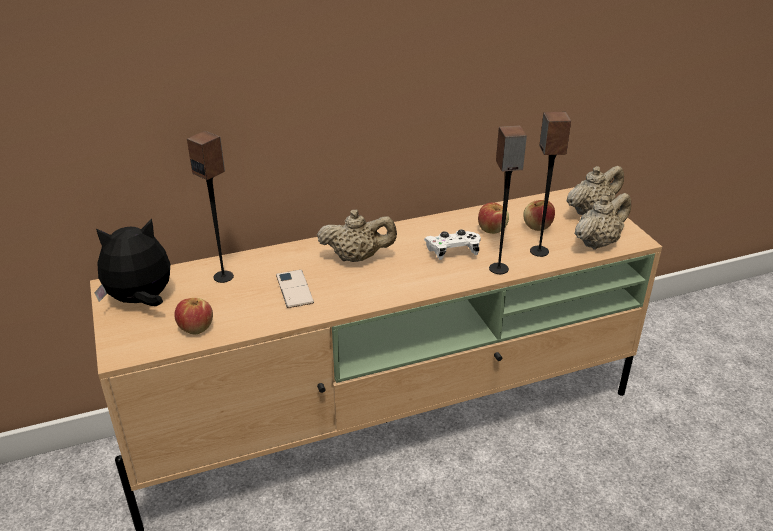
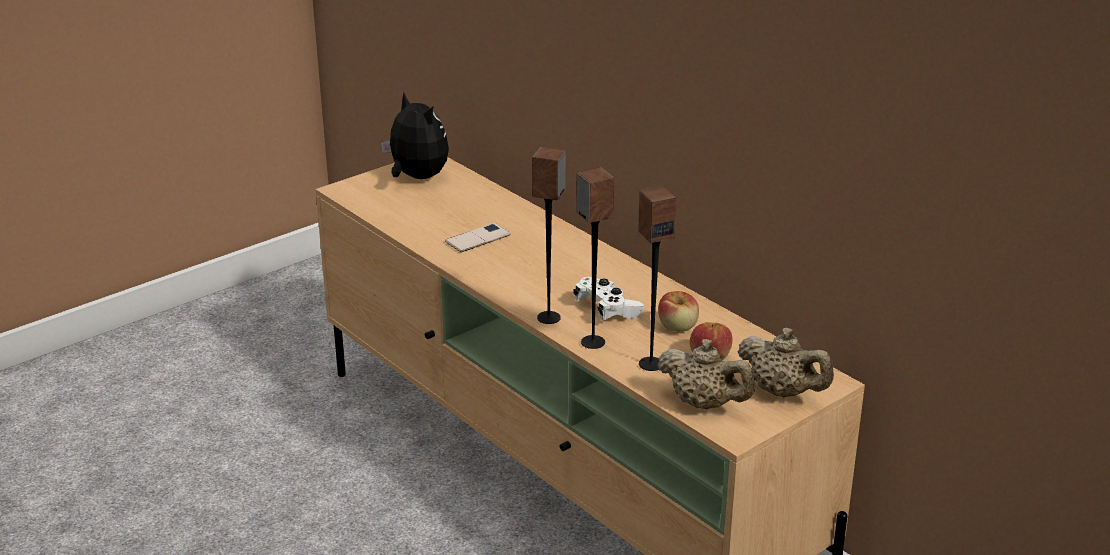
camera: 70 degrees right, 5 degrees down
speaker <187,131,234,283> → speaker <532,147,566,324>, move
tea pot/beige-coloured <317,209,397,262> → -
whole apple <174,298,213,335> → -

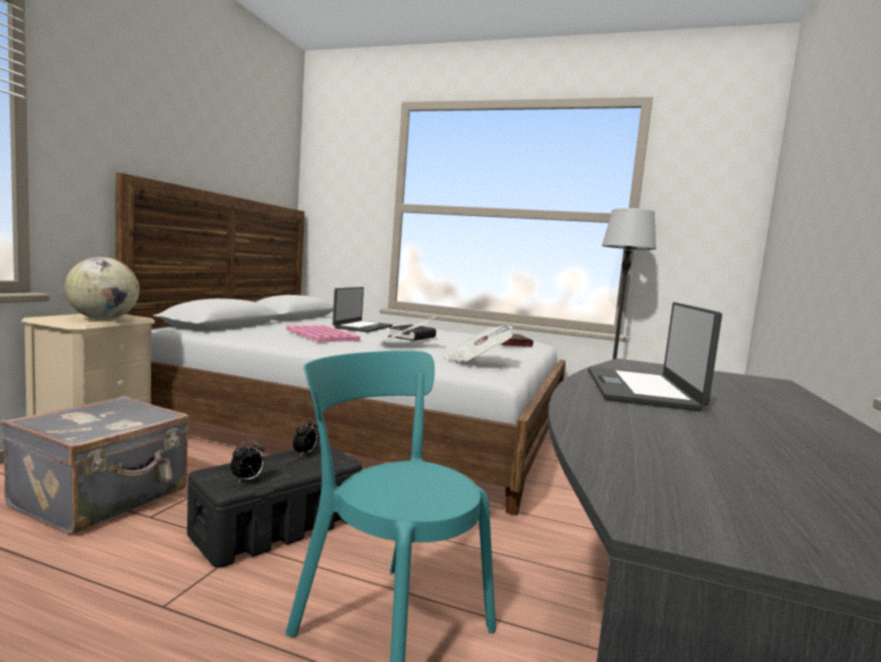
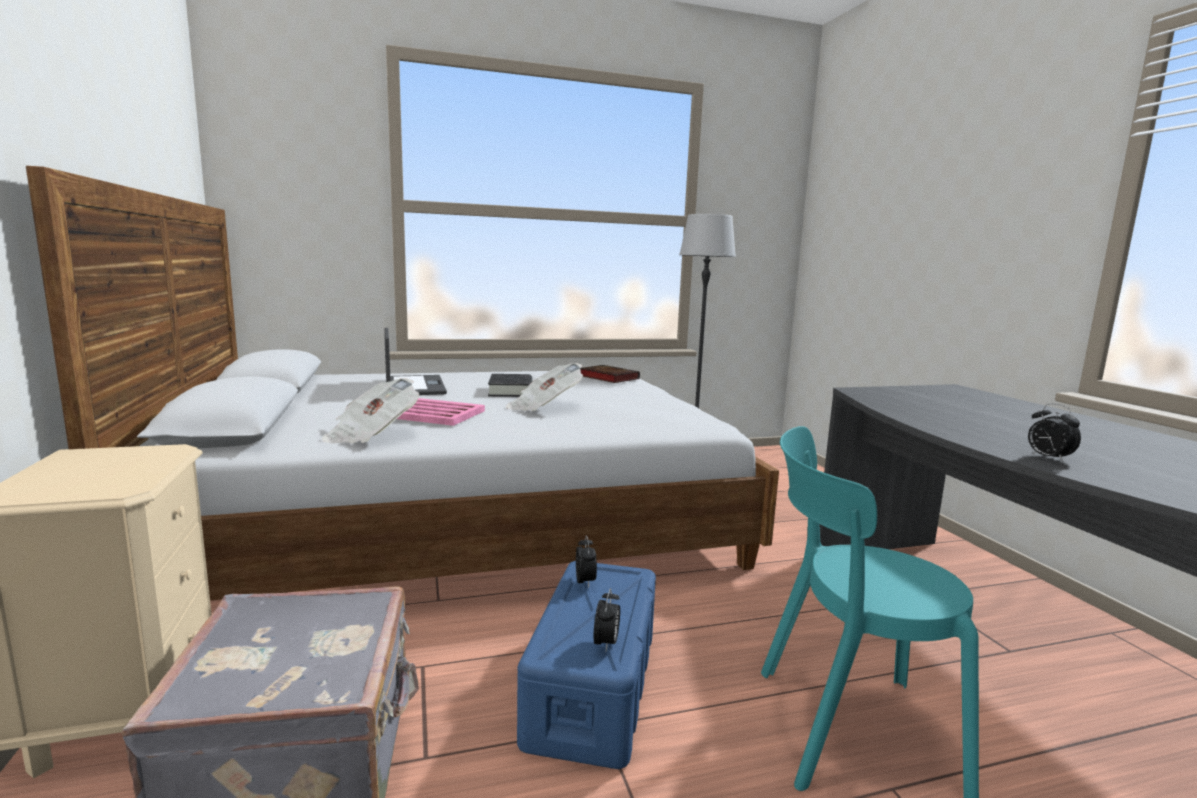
camera: 35 degrees left, 5 degrees up
desk globe <65,257,139,320> → -
notebook computer <588,302,722,411> → -
daily paper <445,325,513,361> → daily paper <322,378,419,443>, move
storage box/black <187,444,362,568> → storage box/bluish <517,561,656,769>
- → bedside clock <1028,403,1081,463>

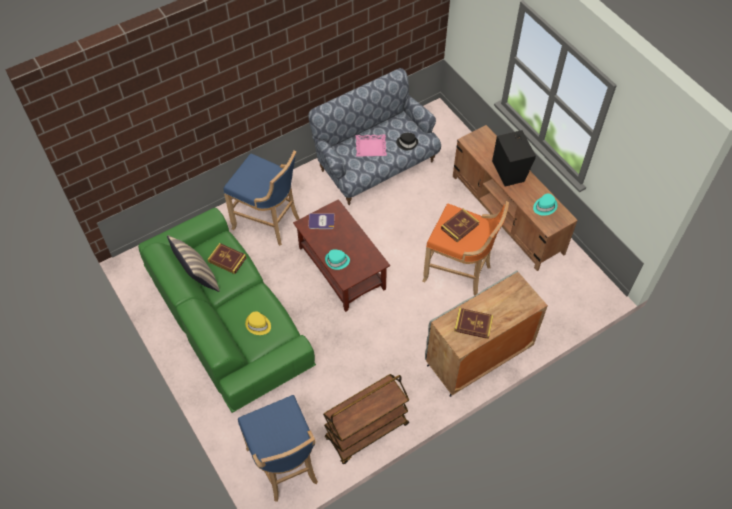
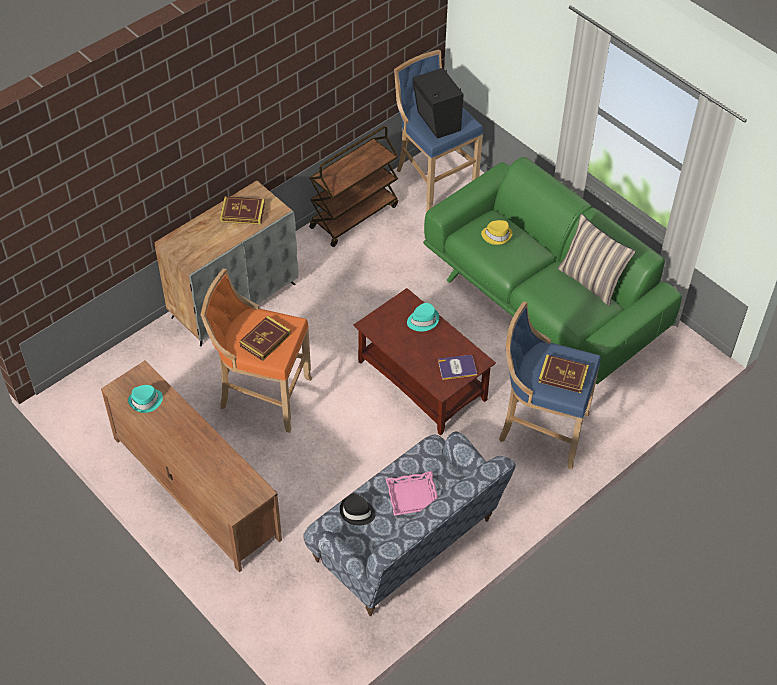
camera: 170 degrees right, 5 degrees down
speaker/black <492,130,536,187> → speaker/black <413,68,464,139>, move
volume <207,243,247,274> → volume <538,354,589,393>, move

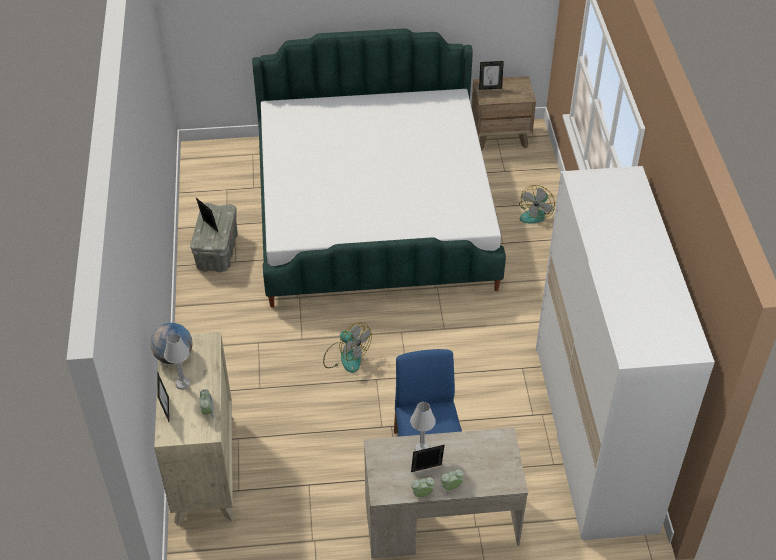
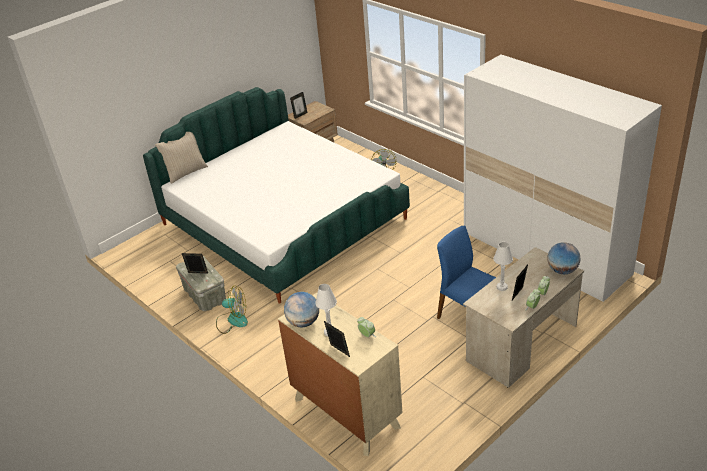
camera: 35 degrees left, 10 degrees down
fan <323,322,372,373> → fan <216,285,248,334>, move
- → pillow/beige-coloured <155,132,208,184>
- → desk globe <547,242,580,274>

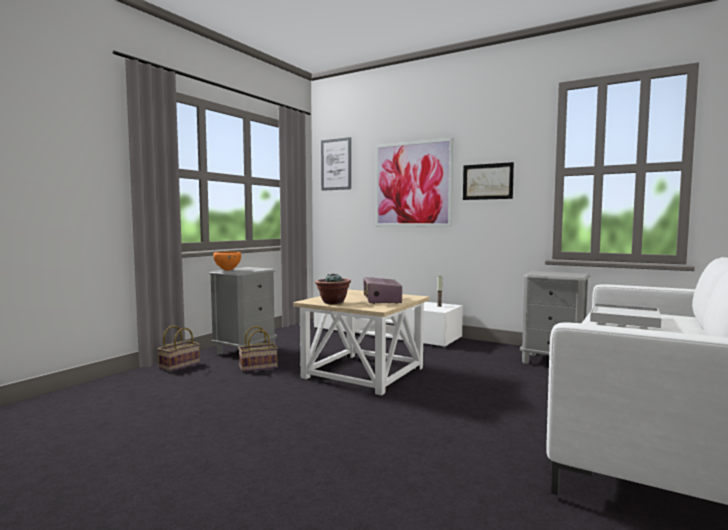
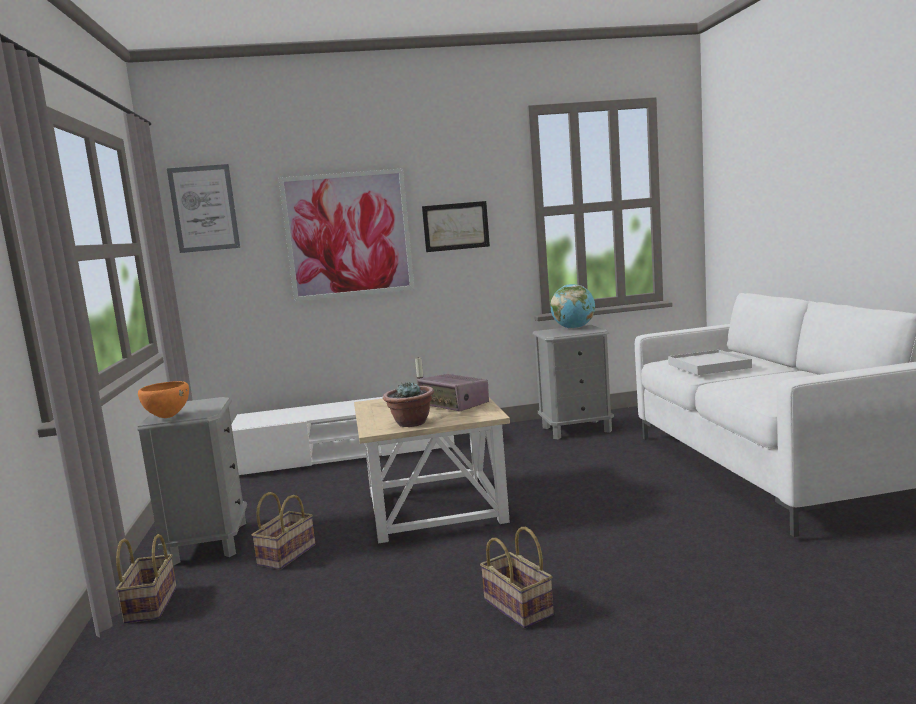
camera: 40 degrees left, 5 degrees up
- → desk globe <550,284,595,329>
- → basket <480,527,554,628>

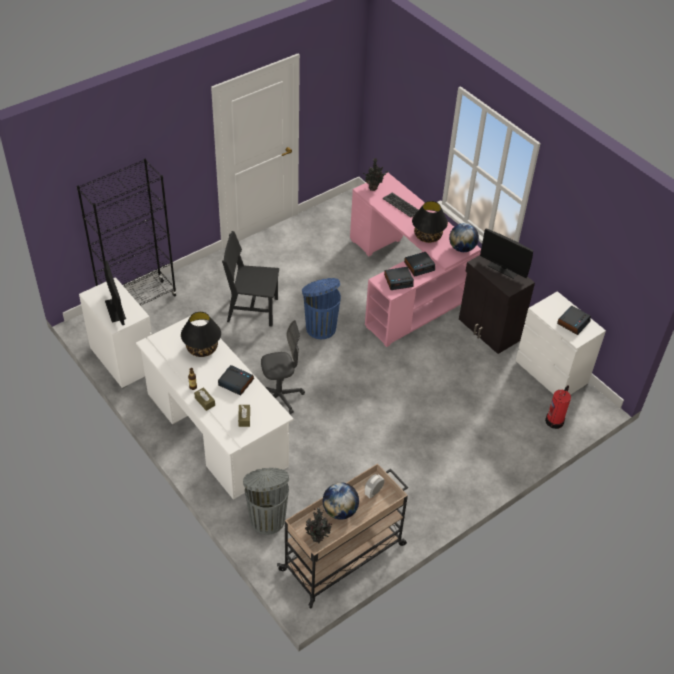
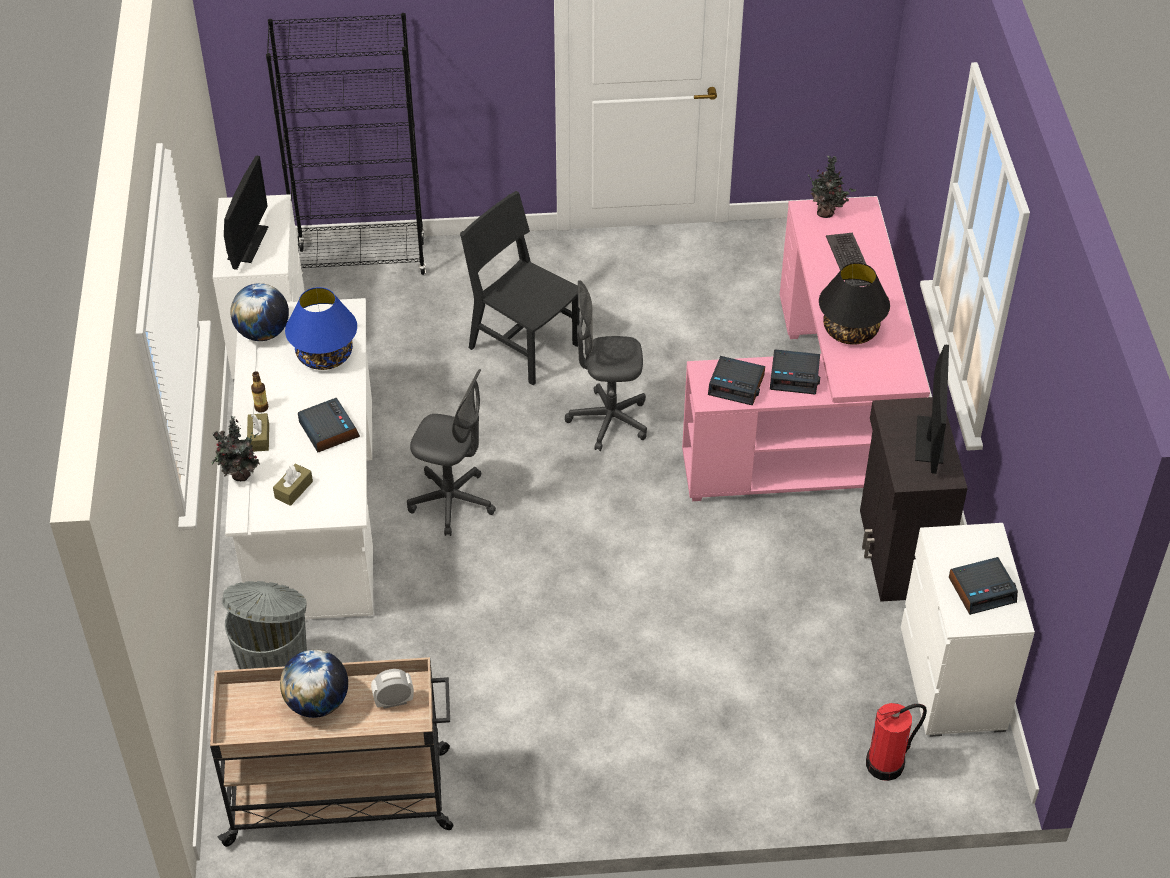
camera: 35 degrees right, 0 degrees up
desk globe <449,223,479,252> → desk globe <230,283,289,341>, move
computer display <480,228,533,279> → computer display <915,345,949,474>, 150 degrees counterclockwise
rubbish bin/bluish <302,278,341,339> → computer chair/greyish <565,280,647,451>
tabletop lamp/black <181,312,221,357> → tabletop lamp/bluish <285,287,357,370>
plant in a pot <305,507,332,543> → plant in a pot <211,416,260,481>, move

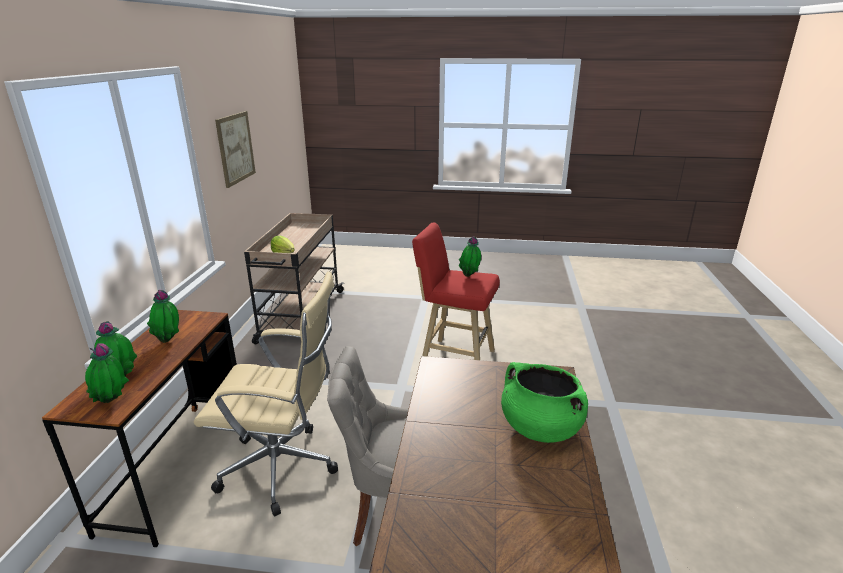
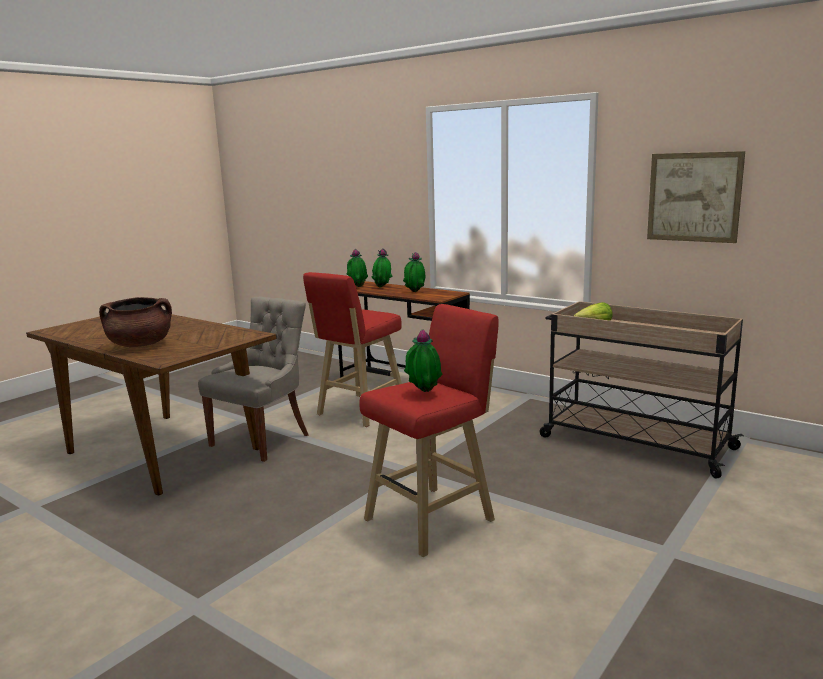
camera: 120 degrees right, 10 degrees down
computer chair/beige-coloured <194,271,338,516> → stool/red-coloured <303,272,402,427>
stockpot/greenish <501,362,588,443> → stockpot/brown <99,297,172,347>

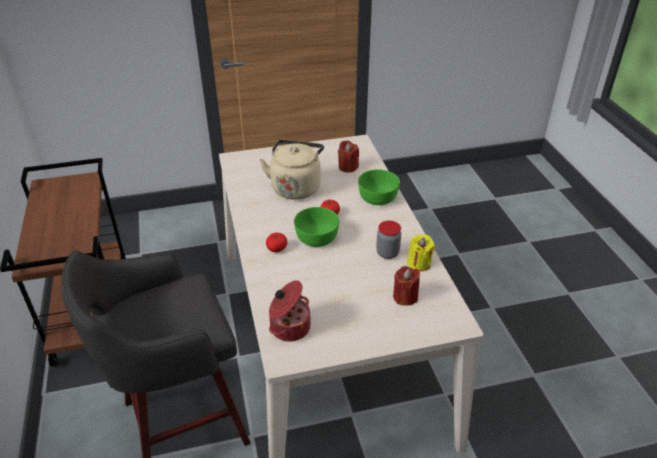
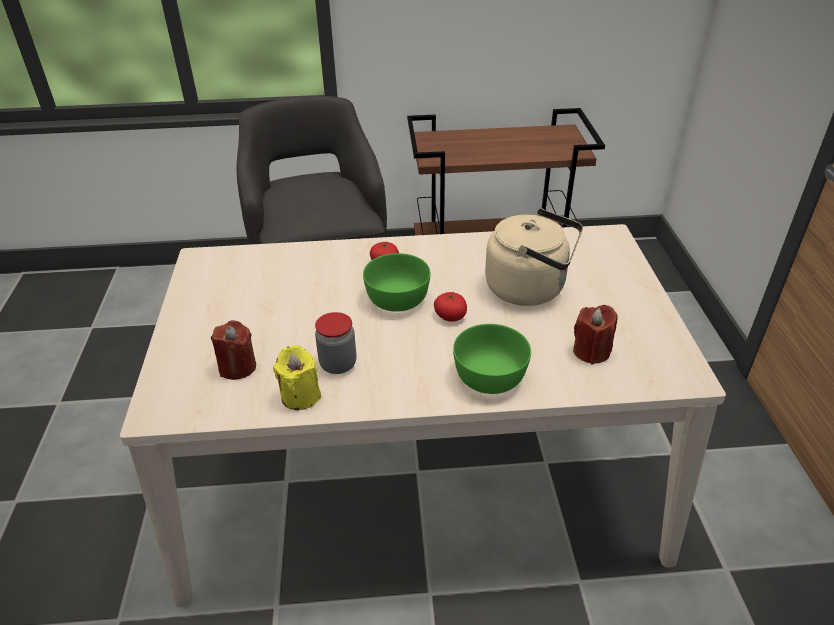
camera: 100 degrees right, 0 degrees up
stockpot <269,280,311,341> → -

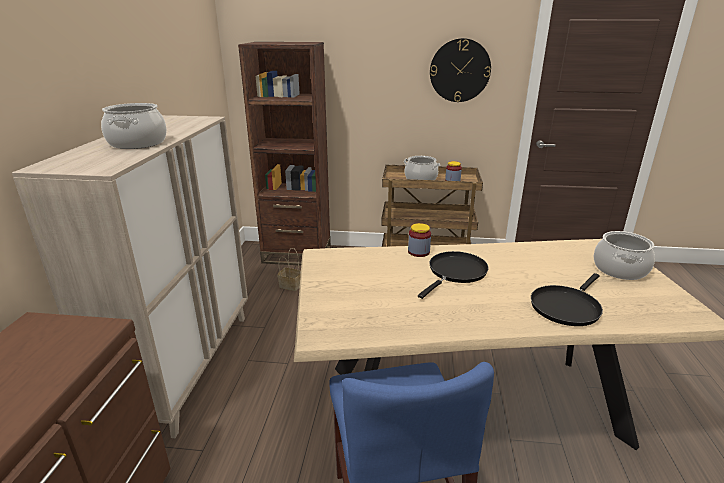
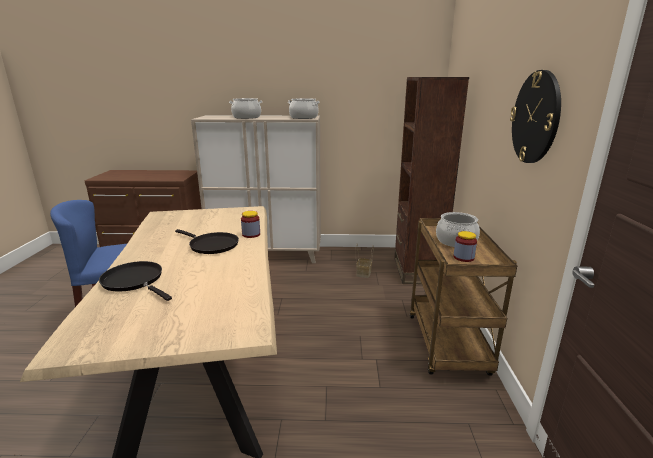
camera: 85 degrees right, 5 degrees down
stockpot <594,231,655,280> → stockpot <288,98,320,119>, move

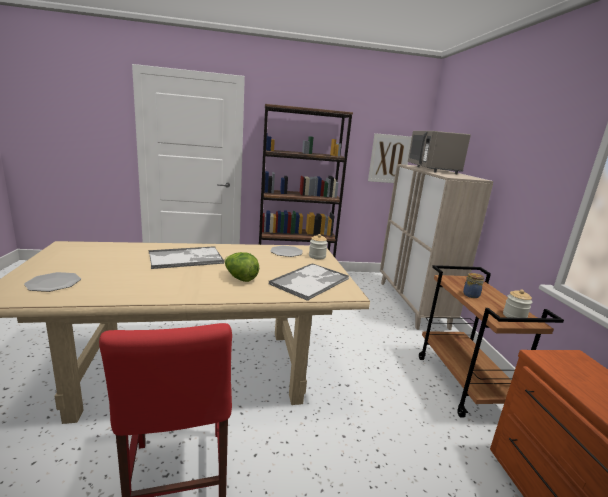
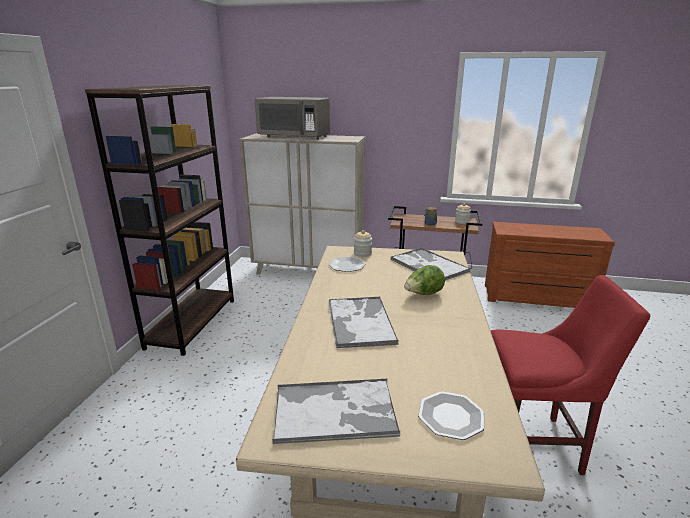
camera: 70 degrees left, 5 degrees up
wall art <368,133,412,183> → -
- → carrying tray <272,379,400,444>

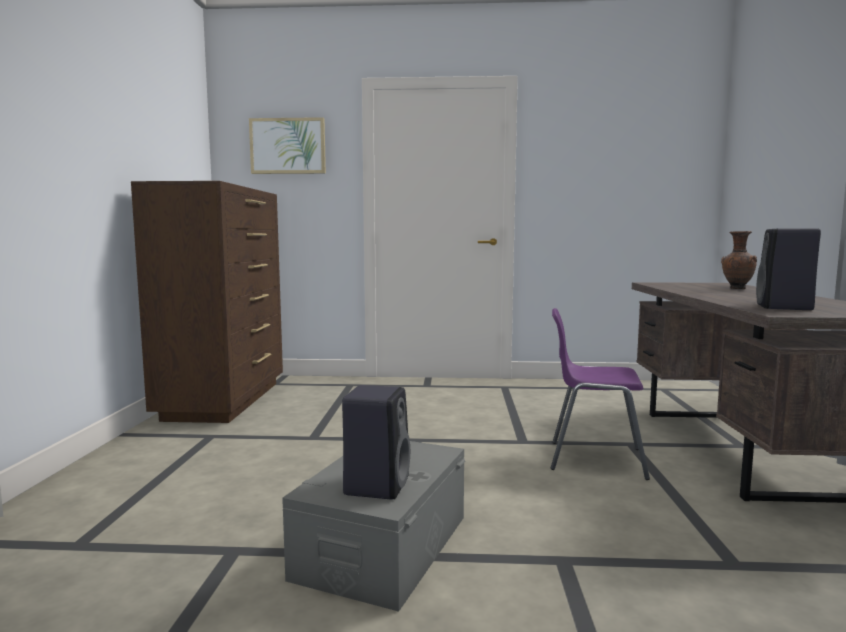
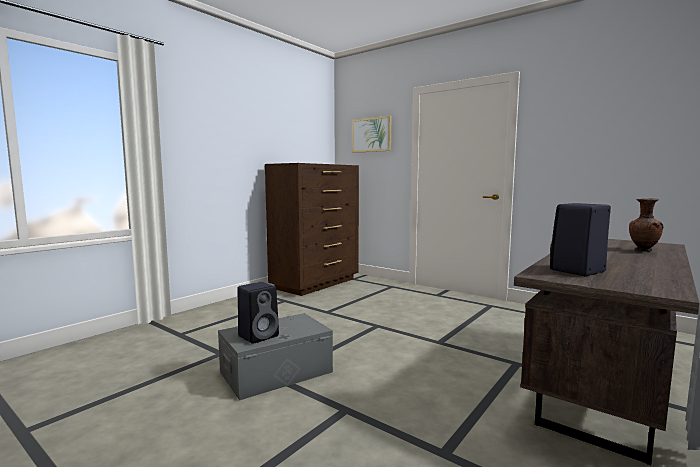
camera: 35 degrees right, 0 degrees up
upright chair/purplish <551,308,650,480> → -

